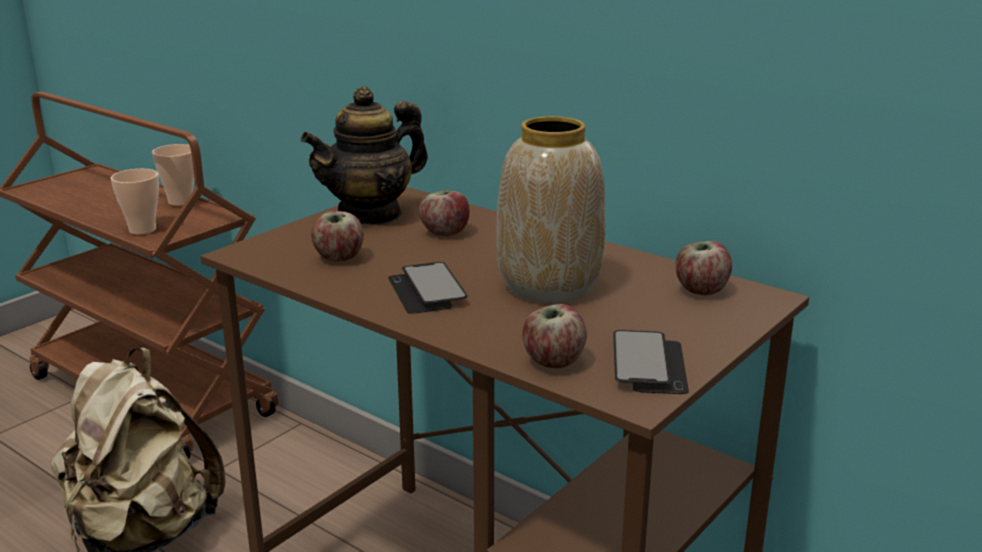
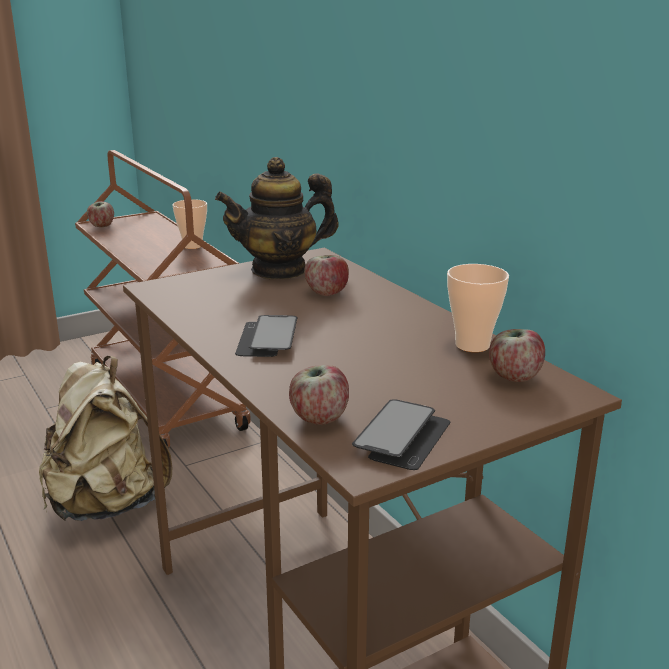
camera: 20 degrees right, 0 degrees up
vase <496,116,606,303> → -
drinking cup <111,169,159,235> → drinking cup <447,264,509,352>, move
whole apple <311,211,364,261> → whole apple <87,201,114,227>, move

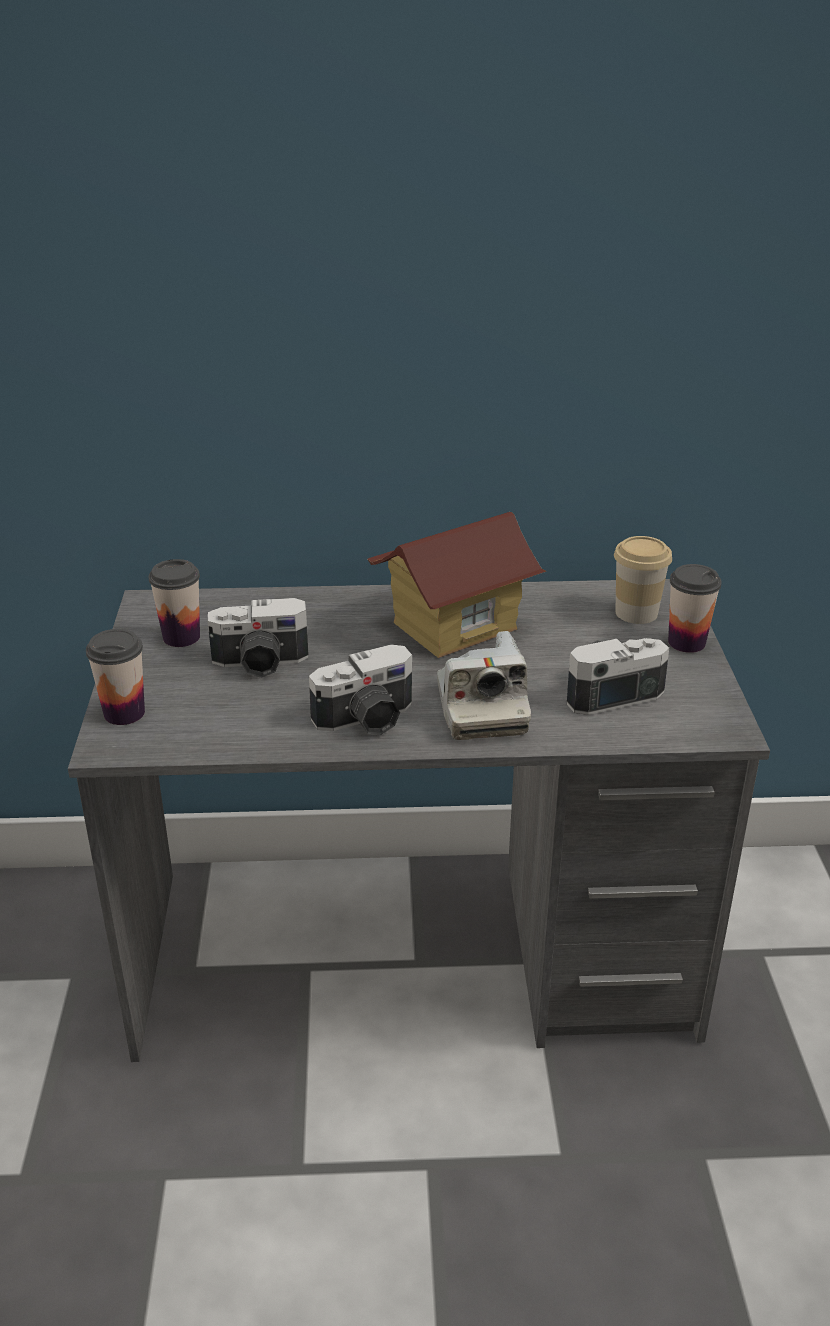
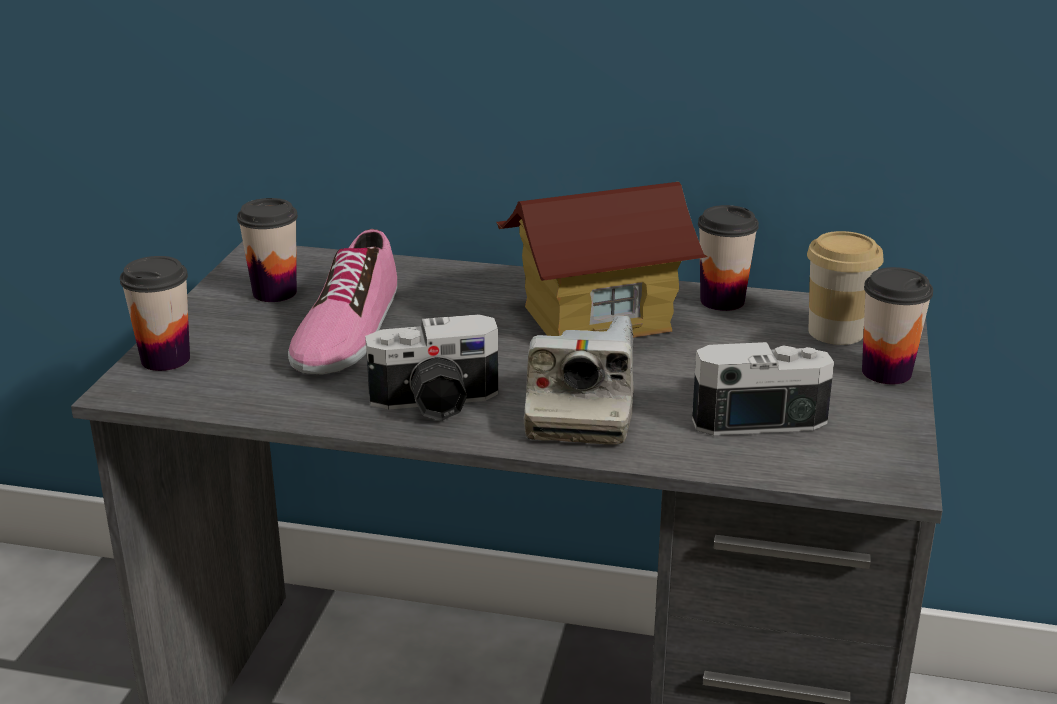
camera: 15 degrees right, 5 degrees down
still camera <208,598,309,678> → low shoe <288,229,397,375>
- → drinking cup <698,205,759,311>

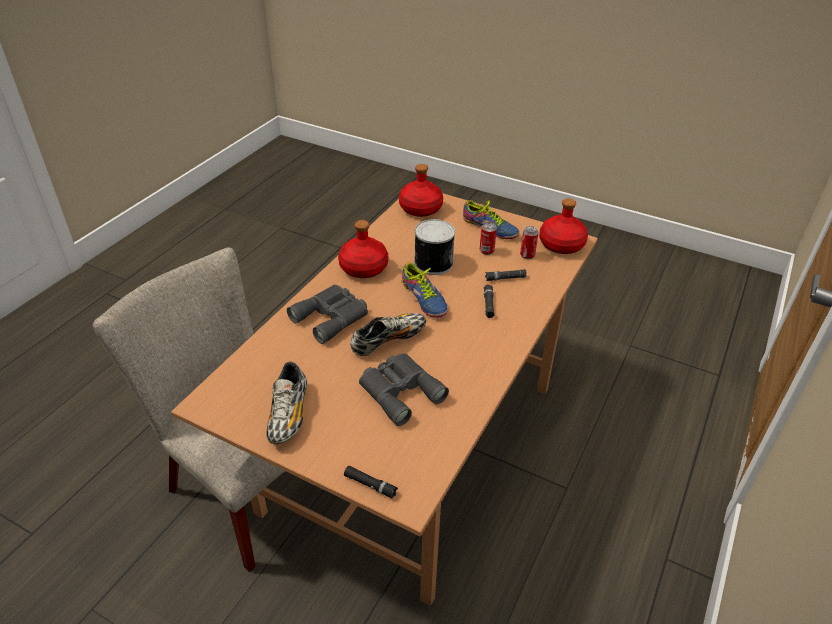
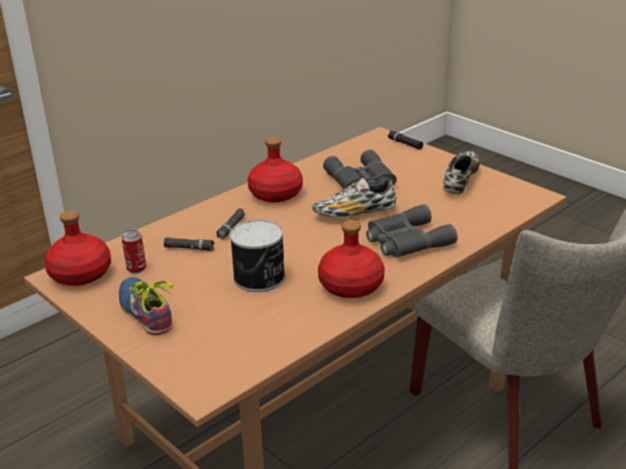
camera: 160 degrees left, 10 degrees down
drink bottle/red-coloured <399,164,443,217> → drink bottle/red-coloured <247,137,303,203>, move
sealed can <480,222,497,255> → -
low shoe <400,263,448,318> → -

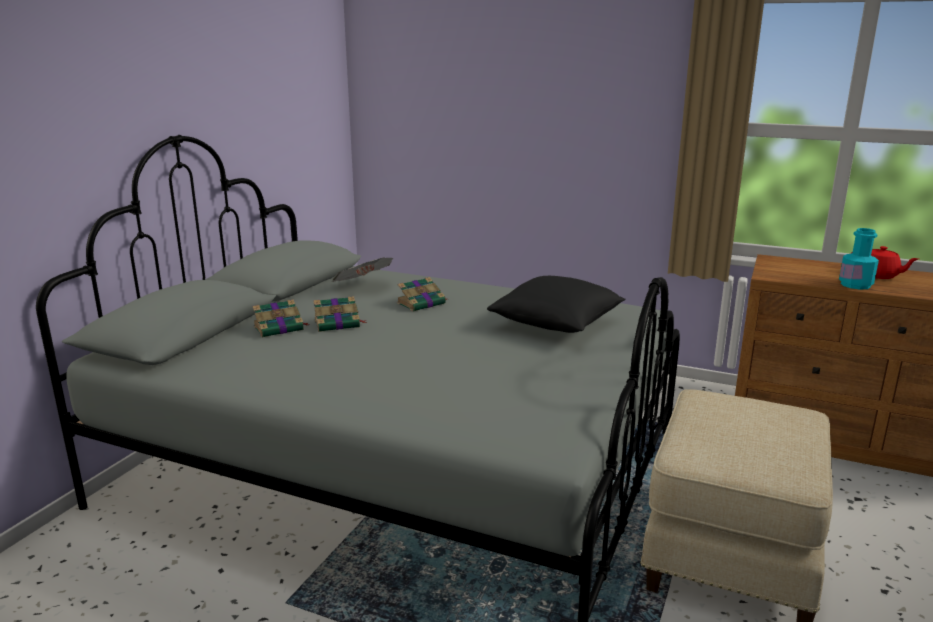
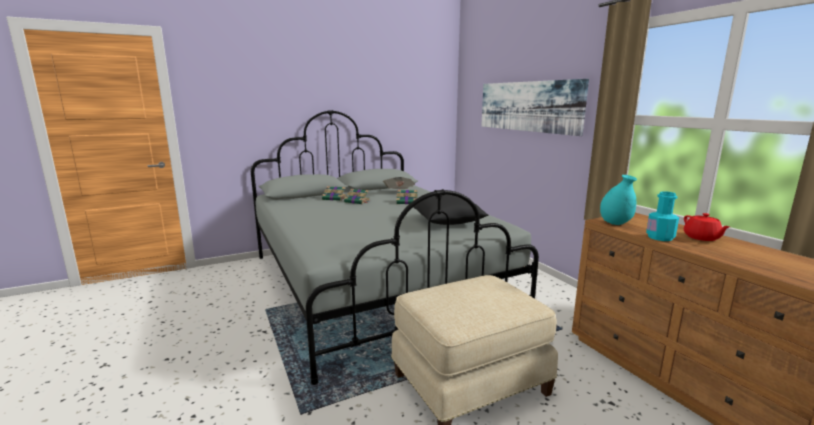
camera: 40 degrees right, 5 degrees down
- → wall art <481,79,589,136>
- → vase/turquoise <600,175,637,225>

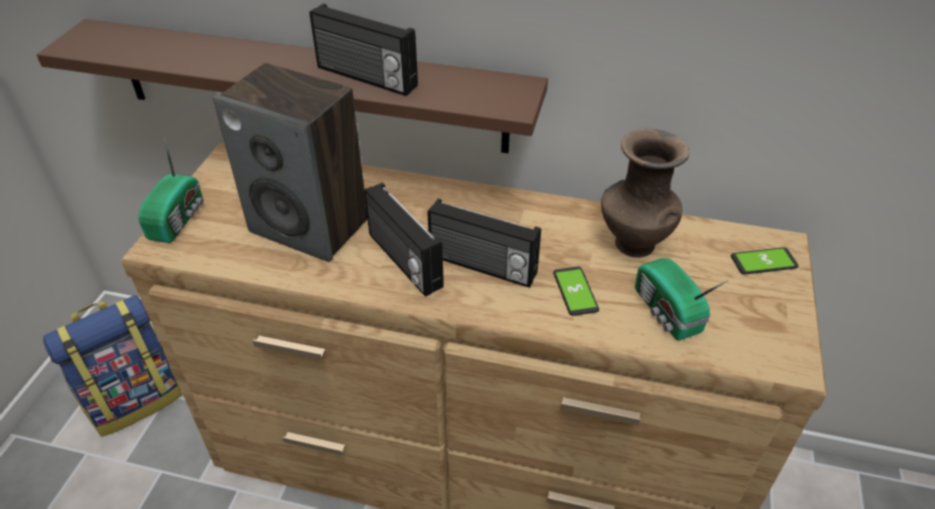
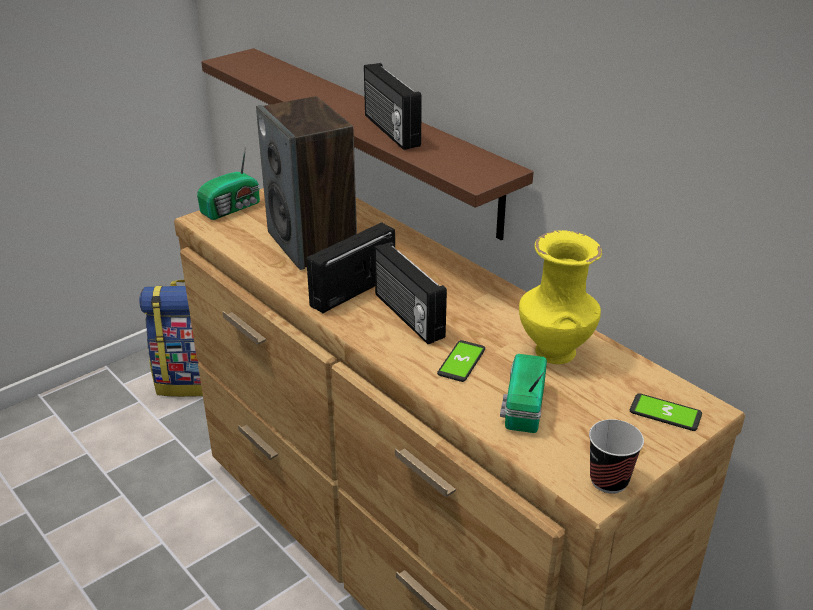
camera: 35 degrees right, 10 degrees down
vase/brown <601,128,689,258> → vase/yellowish <519,230,602,364>
radio <364,182,444,297> → radio <306,222,395,313>, 45 degrees clockwise
- → drinking cup <589,419,644,494>

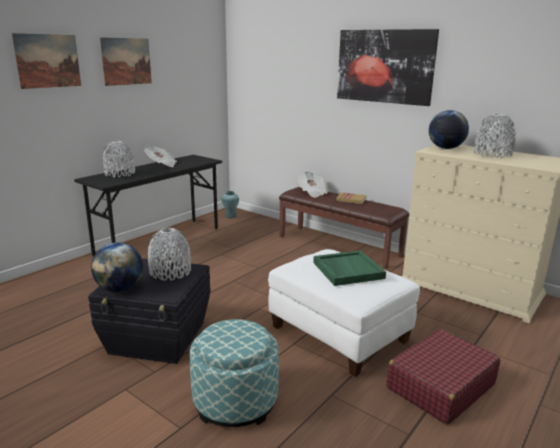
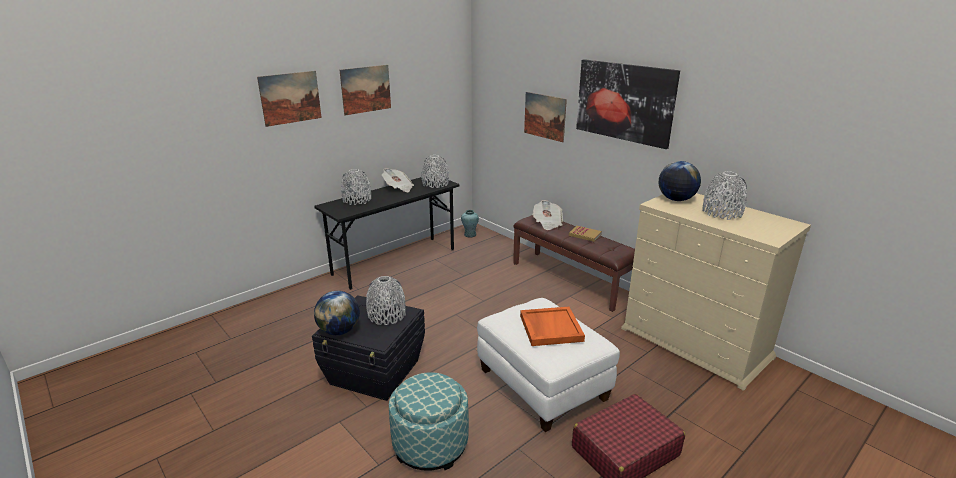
camera: 10 degrees right, 5 degrees up
carrying tray/greenish <313,250,386,286> → carrying tray/orange <520,307,585,346>
- → wall art <524,92,567,142>
- → vase/greyish <421,155,449,188>

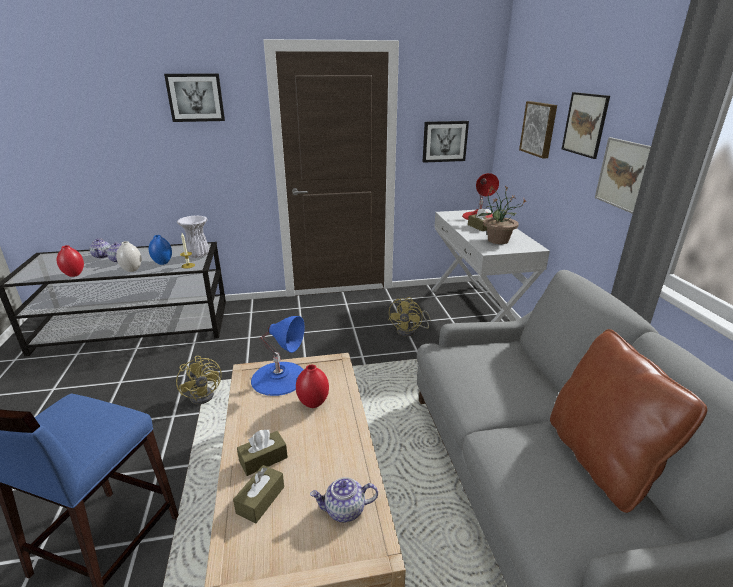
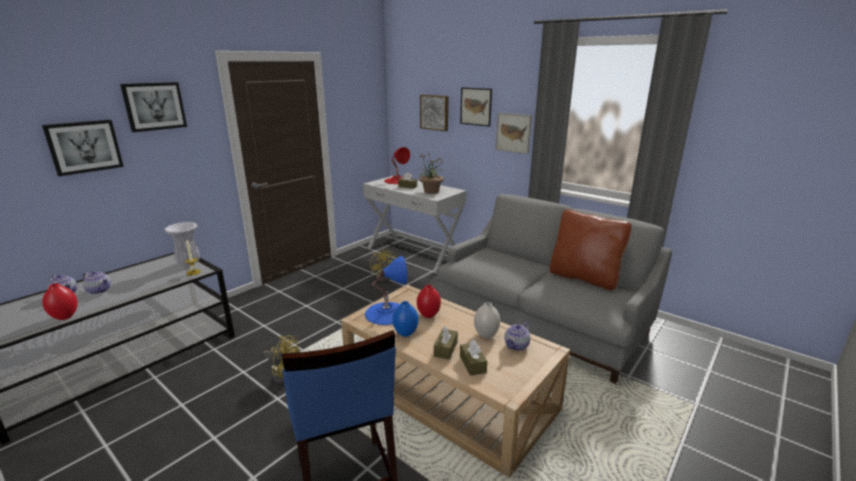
camera: 40 degrees left, 5 degrees down
wall art <422,121,469,163> → wall art <42,120,124,176>, move
vase/bluish <148,235,172,265> → vase/bluish <393,301,419,337>, move
vase/whitish <116,241,141,272> → vase/whitish <474,302,500,338>, move

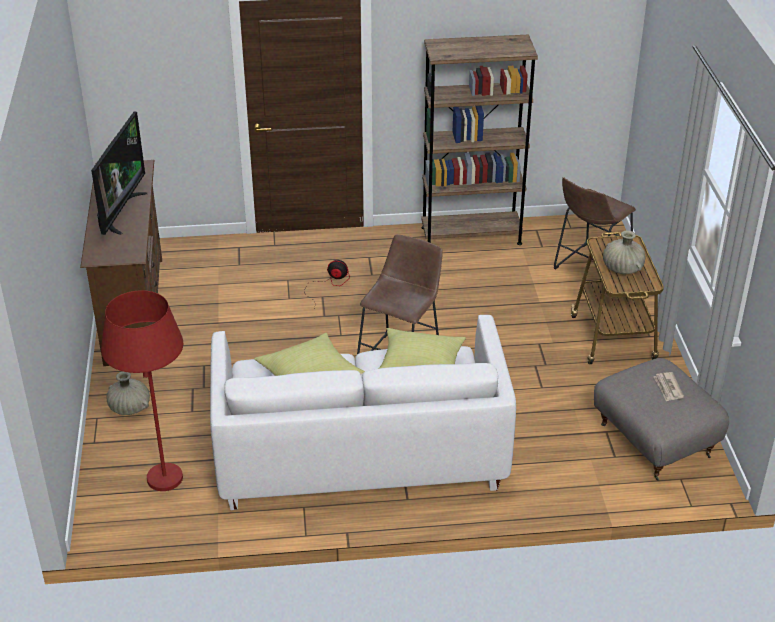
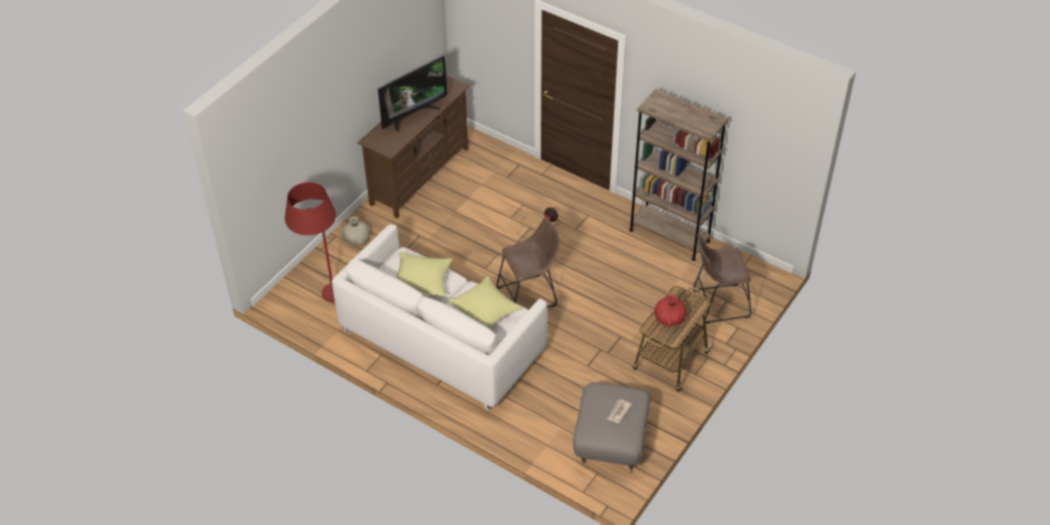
camera: 40 degrees right, 10 degrees up
vase/beige-coloured <603,230,645,274> → vase/red-coloured <654,295,686,327>

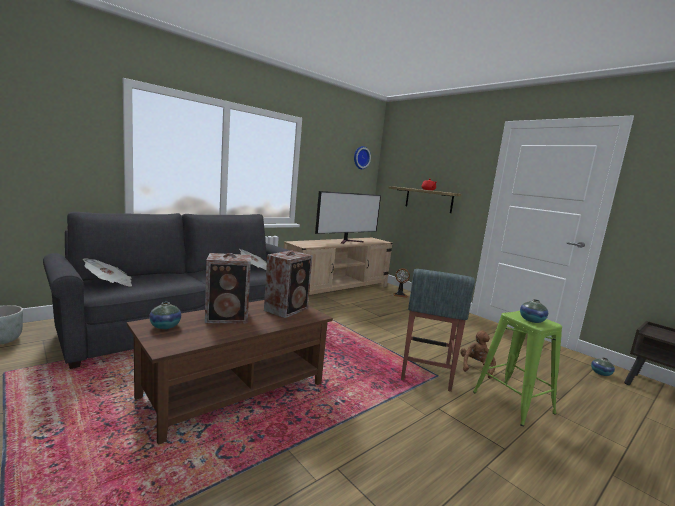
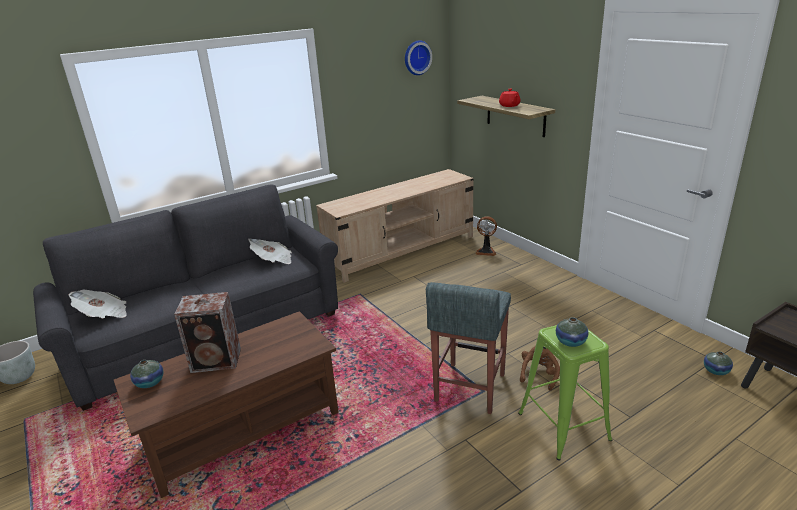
camera: 10 degrees right, 15 degrees up
TV <315,191,381,244> → -
speaker <264,250,313,318> → -

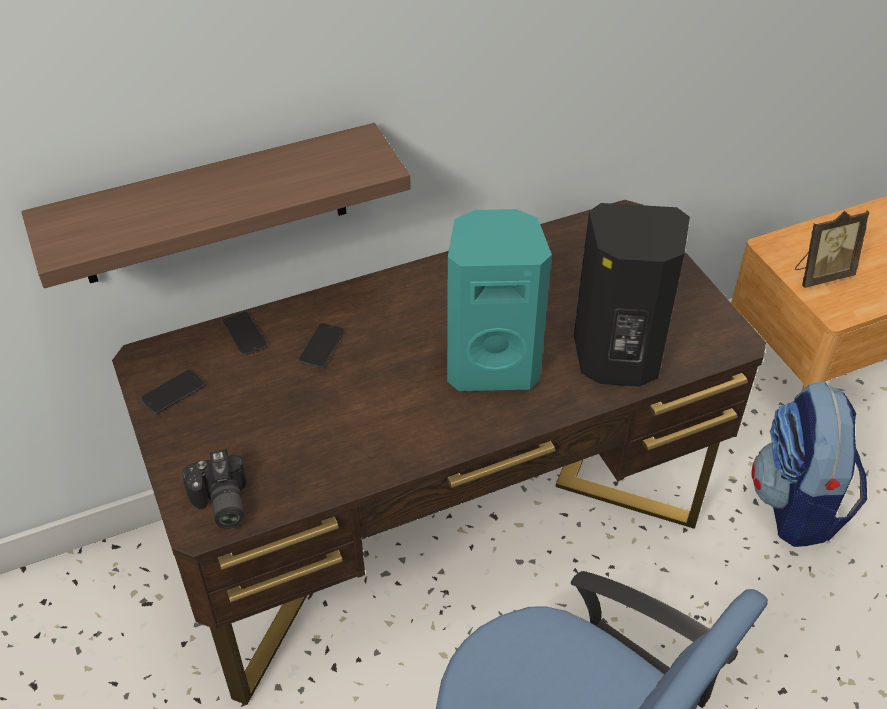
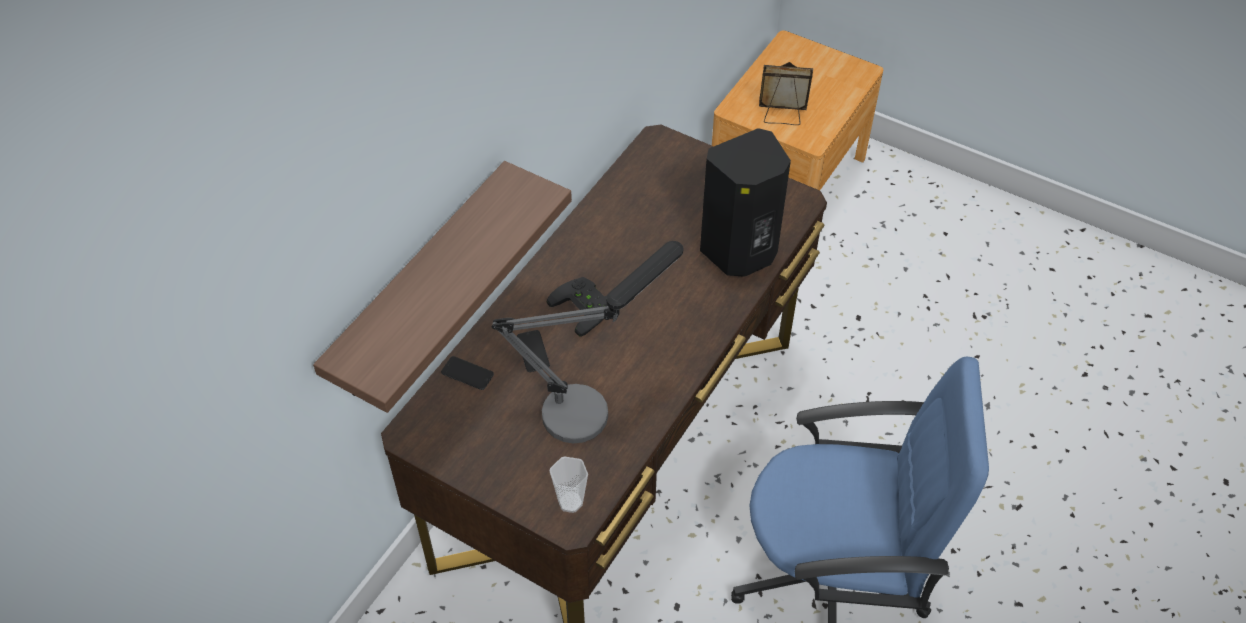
camera: 35 degrees left, 5 degrees up
speaker/turquoise <447,209,552,391> → -
picture frame <795,211,870,288> → picture frame <759,62,813,125>, 120 degrees counterclockwise
handset <141,370,205,414> → -
backpack <752,382,867,547> → -
still camera <183,449,247,529> → drinking cup <550,456,588,513>
- → tabletop lamp <492,241,684,443>
- → game controller/black <547,277,607,337>

